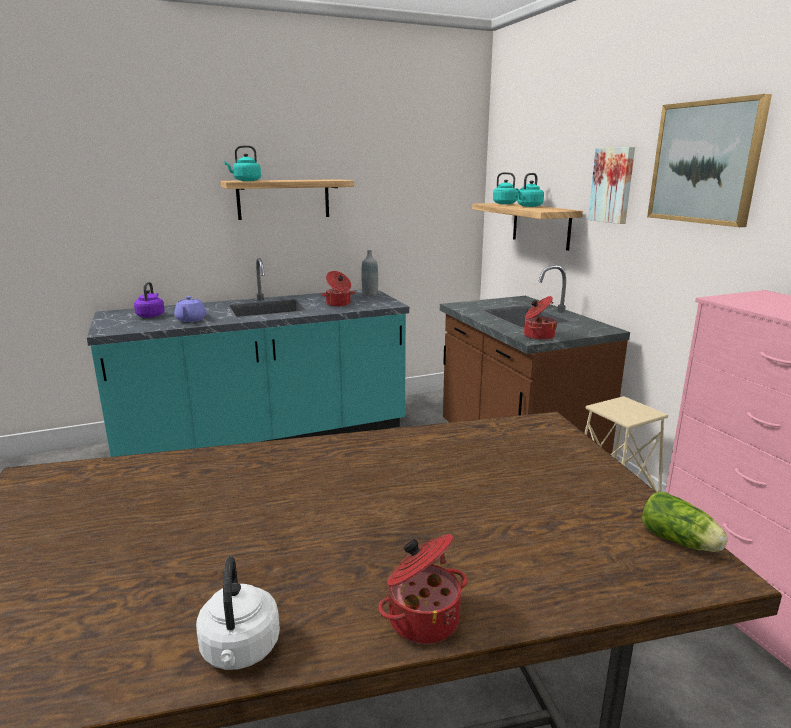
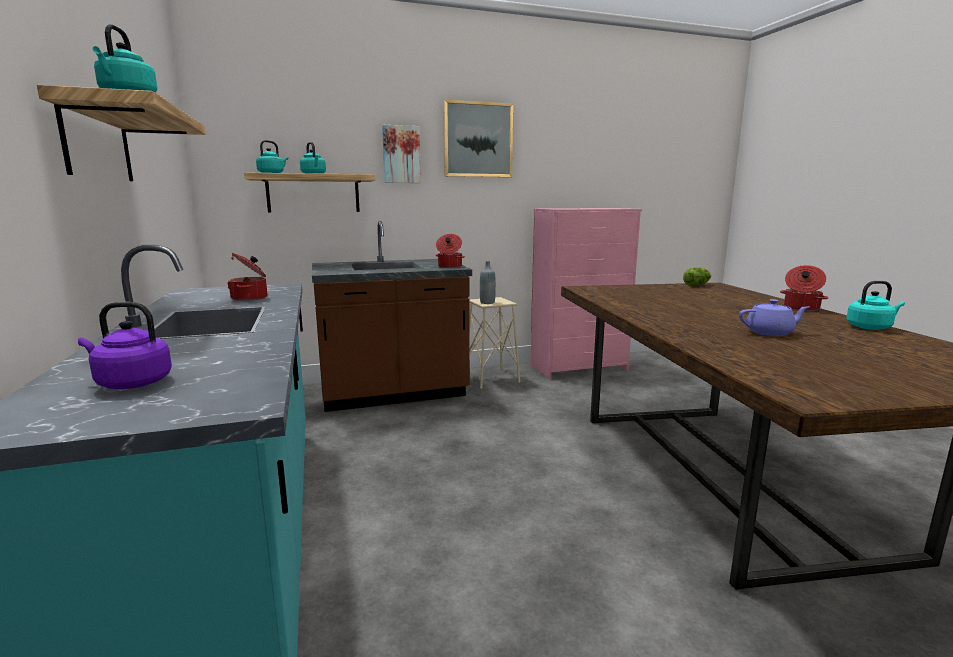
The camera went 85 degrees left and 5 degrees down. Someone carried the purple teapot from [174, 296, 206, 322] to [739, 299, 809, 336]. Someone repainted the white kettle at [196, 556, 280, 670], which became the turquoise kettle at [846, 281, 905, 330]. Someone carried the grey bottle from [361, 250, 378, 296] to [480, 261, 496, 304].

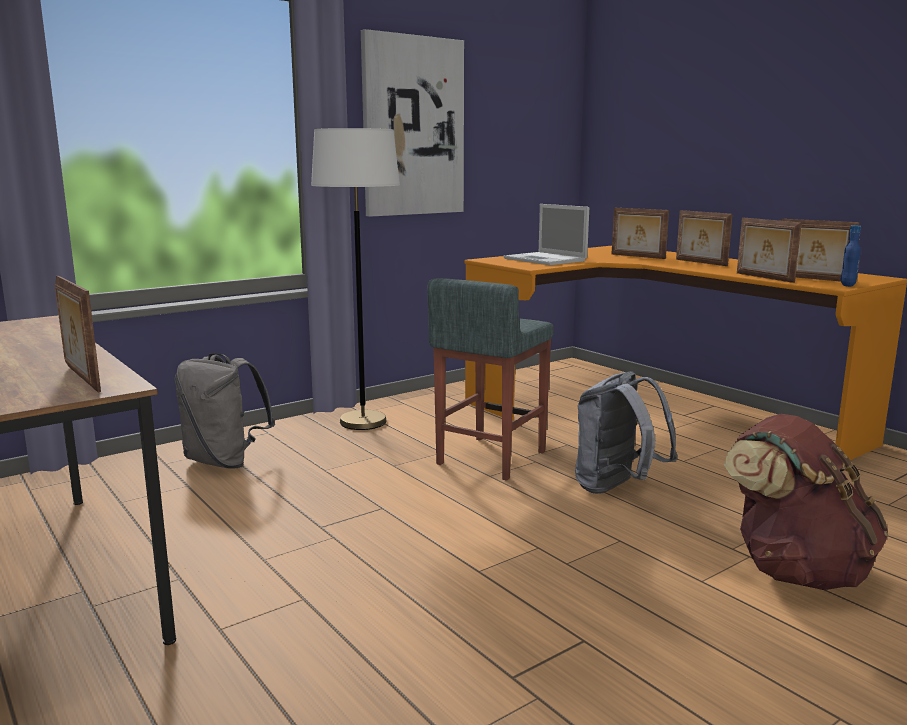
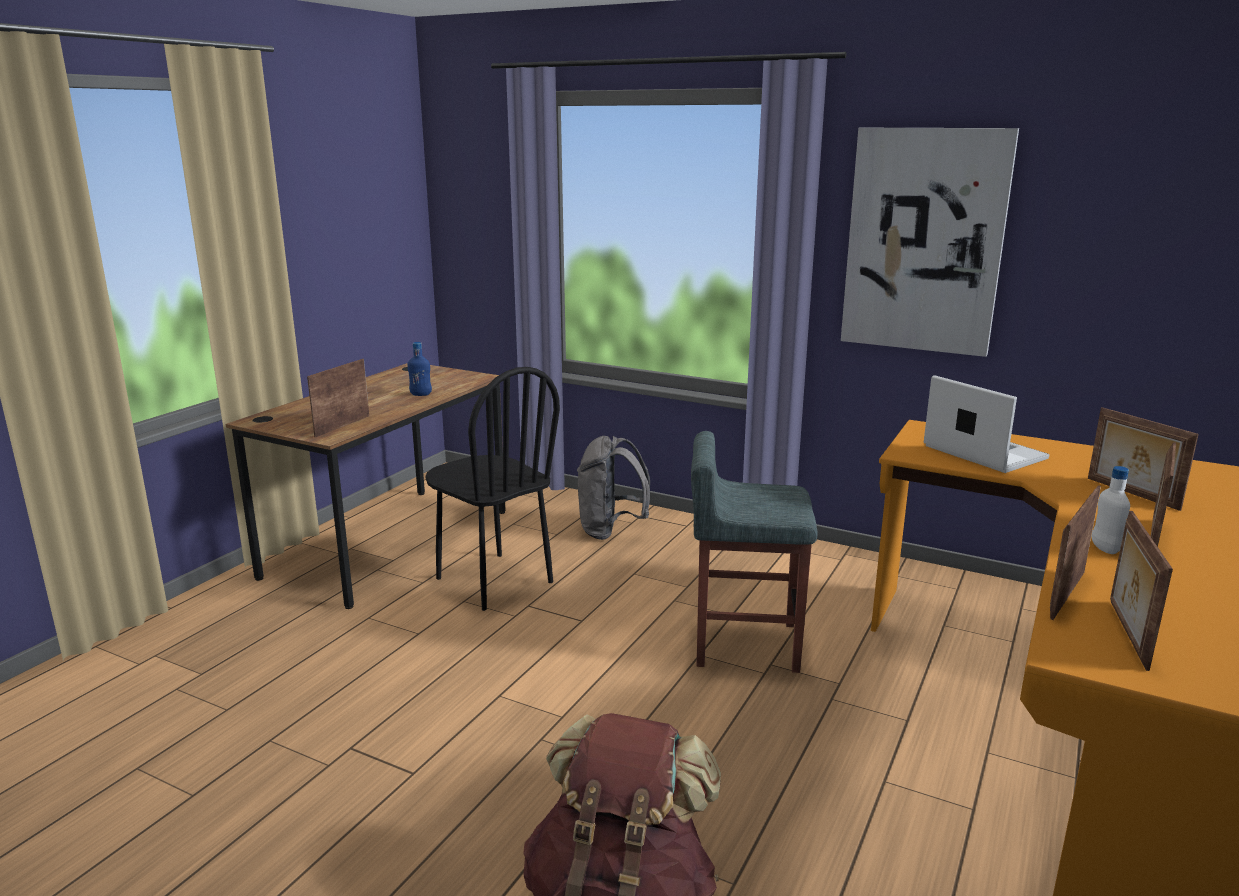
The camera went 65 degrees right and 5 degrees up. Someone took away the white floor lamp at [311, 128, 400, 430]. Someone rotated the laptop at [504, 204, 589, 265] by 120 degrees clockwise. Someone took away the grey backpack at [575, 371, 678, 494]. Someone rotated the picture frame at [611, 208, 669, 259] by 45 degrees counterclockwise. Someone carried the blue bottle from [841, 225, 861, 287] to [407, 342, 432, 396]. Someone put down the black chair at [425, 367, 560, 611]. Someone put down the white bottle at [1092, 466, 1130, 554].

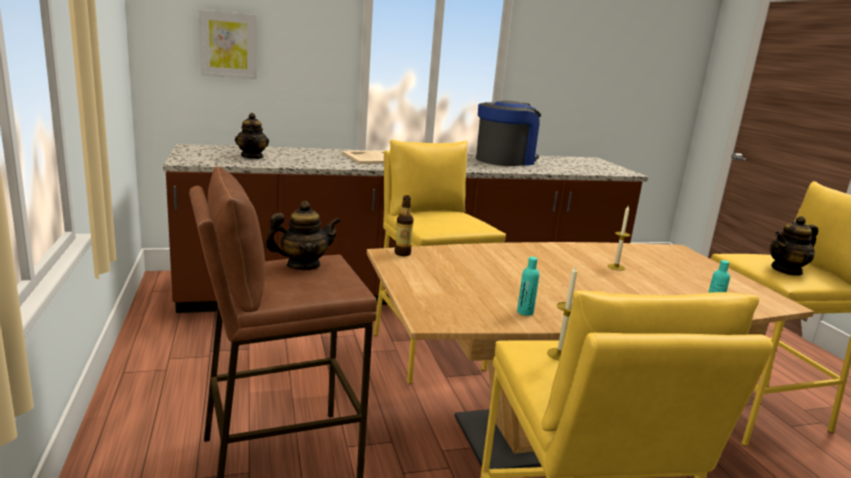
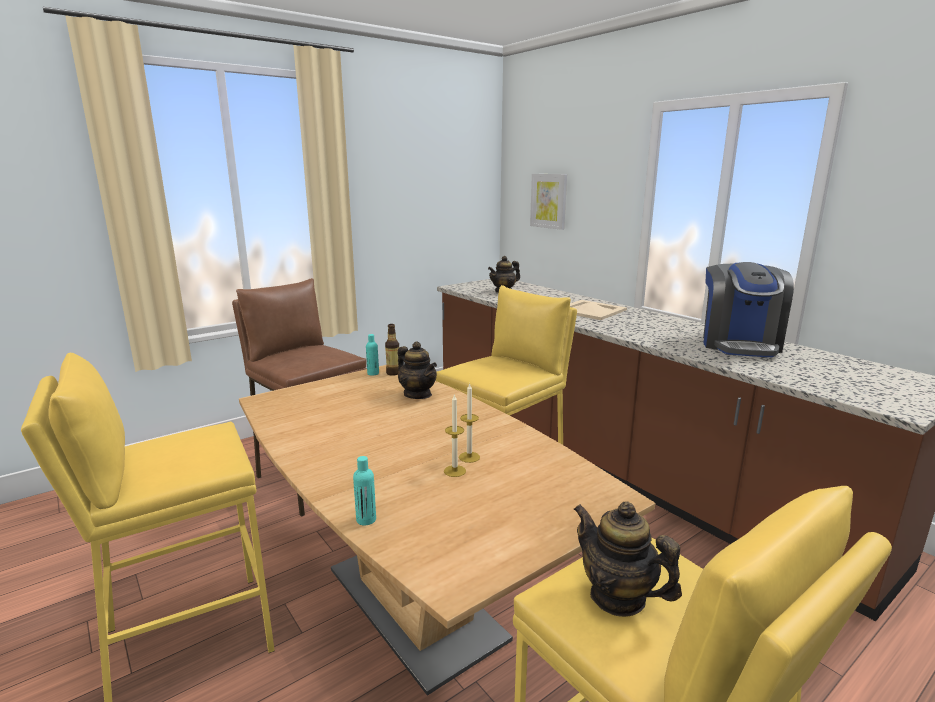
The camera went 70 degrees right and 0 degrees up. Someone carried the teapot from [265, 201, 341, 270] to [397, 342, 437, 399]. Someone rotated the coffee machine at [476, 100, 541, 166] by 75 degrees clockwise. Someone carried the turquoise bottle from [517, 257, 539, 316] to [366, 334, 379, 376]. Someone carried the candle from [547, 266, 577, 360] to [444, 395, 466, 477].

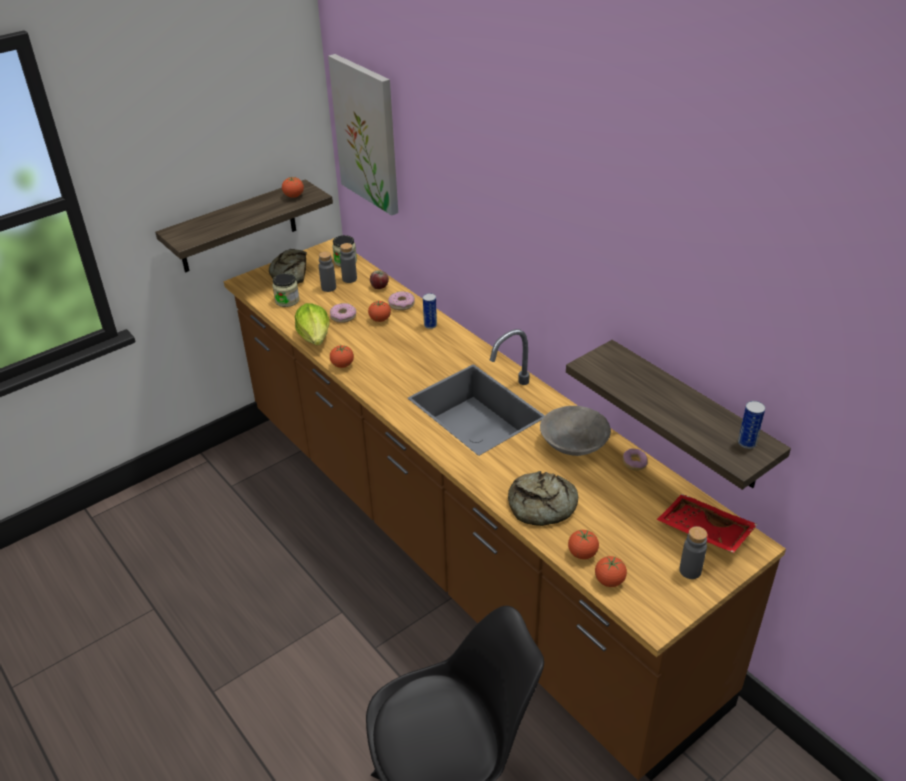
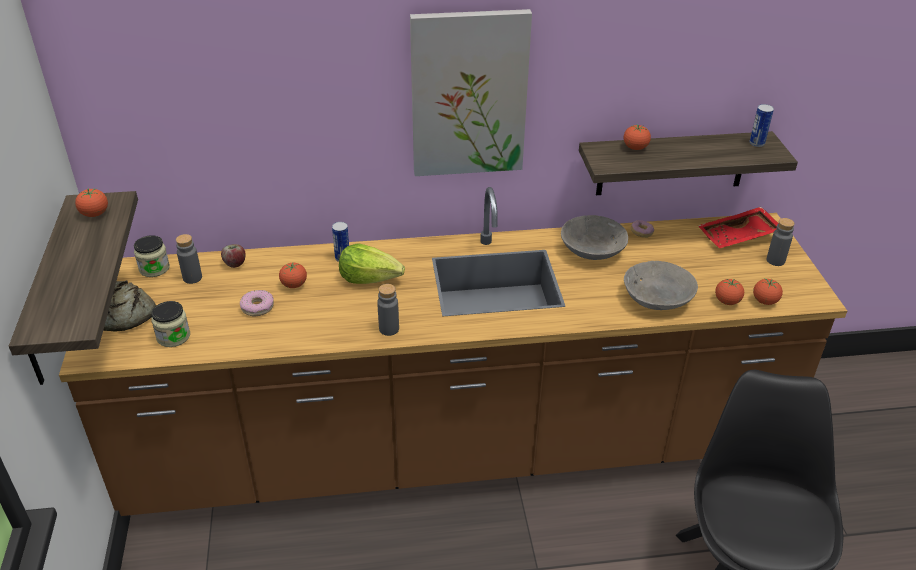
The camera went 60 degrees left and 0 degrees up. Someone carried the lettuce from [295, 303, 329, 346] to [339, 243, 405, 284]. Someone carried the grey bottle from [319, 252, 336, 292] to [377, 284, 399, 336]. Someone carried the picture from [328, 54, 398, 215] to [410, 9, 532, 176]. Someone carried the tomato from [330, 345, 354, 368] to [624, 124, 651, 150]. Someone took away the donut at [388, 291, 415, 311]. Someone swapped the bread at [508, 471, 578, 526] for the grey bowl at [624, 261, 698, 310].

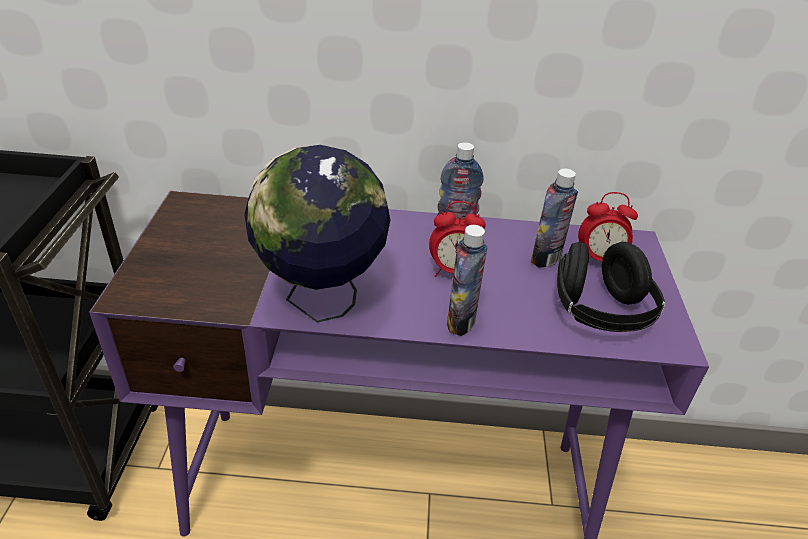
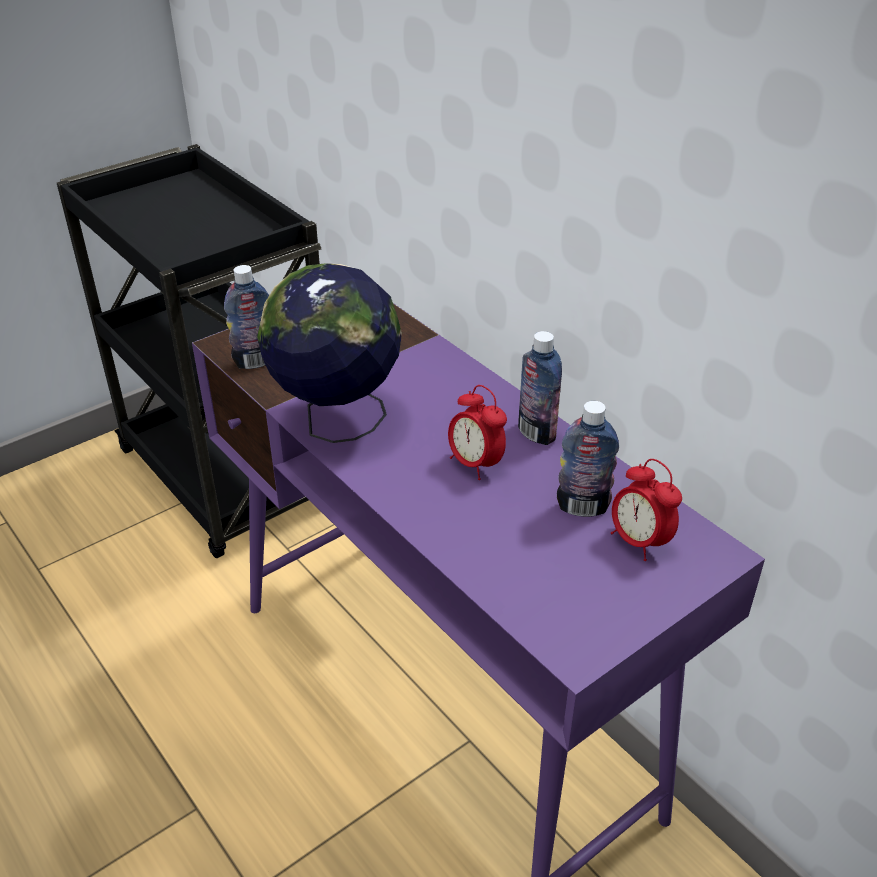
The camera went 50 degrees right and 0 degrees up. Someone carried the bottle from [447, 225, 487, 336] to [224, 265, 269, 369]. Someone took away the black headphones at [557, 242, 666, 332].

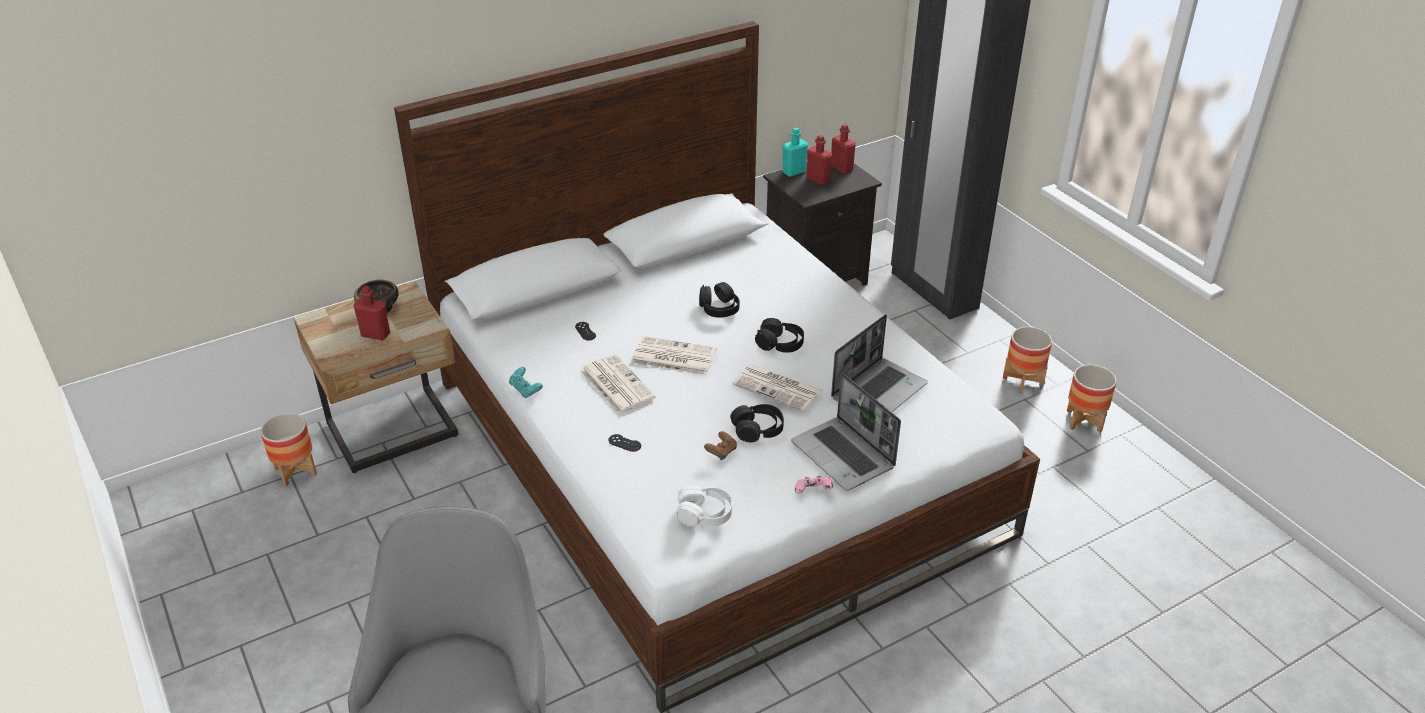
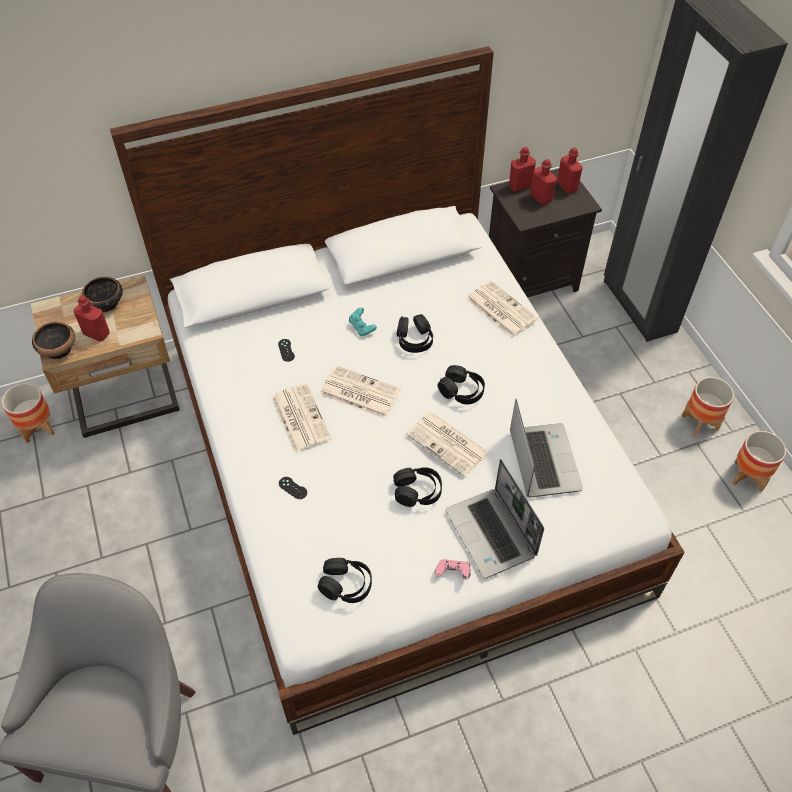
The camera went 10 degrees right and 15 degrees up. Someone carried the turquoise game controller from [509, 367, 543, 398] to [349, 308, 377, 336]. Someone repainted the white headphones at [677, 485, 732, 527], which became the black headphones at [318, 558, 372, 603]. Someone took away the brown game controller at [704, 431, 737, 460]. Someone repainted the turquoise bottle at [782, 128, 808, 177], which became the red bottle at [509, 147, 536, 191]. Someone rotated the laptop at [831, 314, 928, 412] by 60 degrees counterclockwise. Someone put down the bowl at [32, 322, 75, 360]. Someone put down the newspaper at [466, 280, 538, 337].

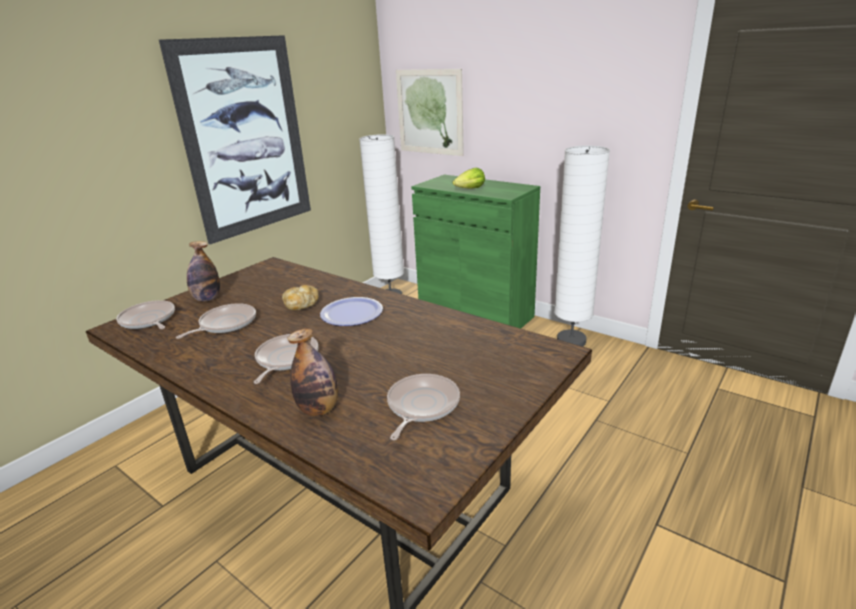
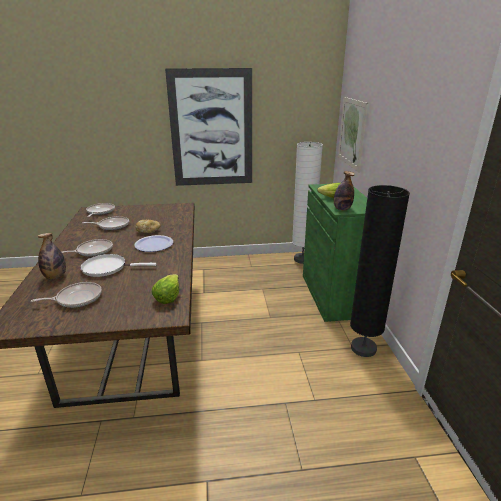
The camera went 45 degrees right and 0 degrees up. Someone carried the bottle from [187, 241, 220, 302] to [334, 171, 355, 210]. Someone repainted the white floor lamp at [554, 146, 610, 347], which became the black floor lamp at [350, 185, 410, 357]. Someone put down the white frying pan at [80, 254, 156, 277]. Someone put down the lettuce at [152, 274, 179, 304].

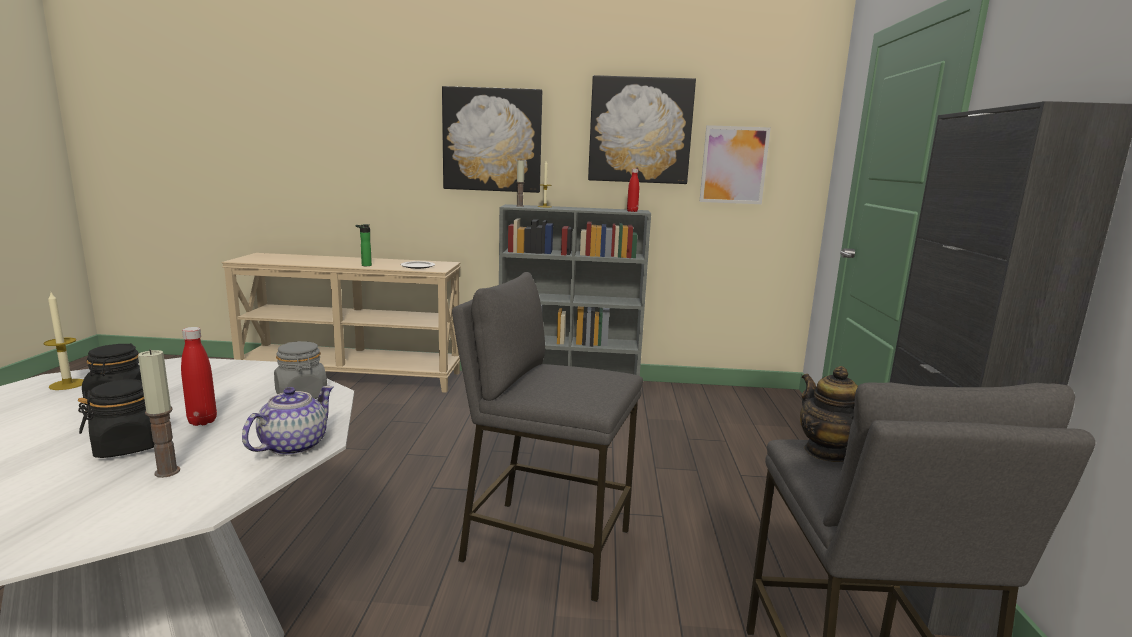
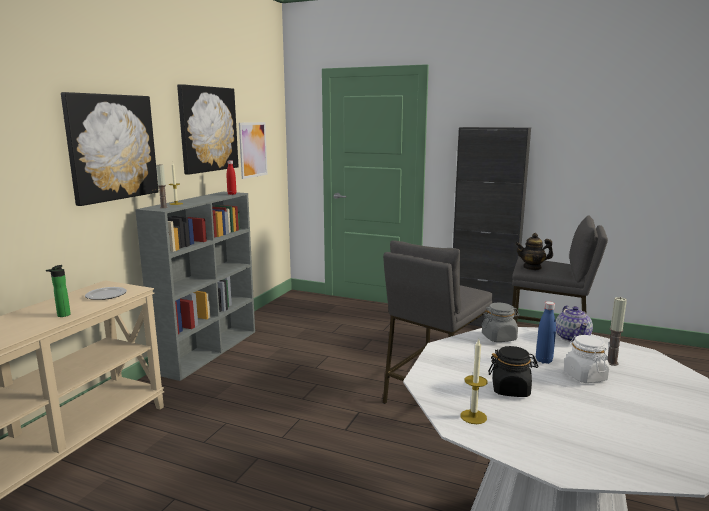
The camera went 70 degrees left and 0 degrees up. Someone repainted the black jar at [77, 379, 155, 458], which became the white jar at [564, 335, 610, 383]. Someone repainted the red bottle at [181, 327, 217, 426], which became the blue bottle at [536, 301, 556, 364]. Someone rotated the teapot at [242, 386, 333, 456] by 135 degrees counterclockwise.

